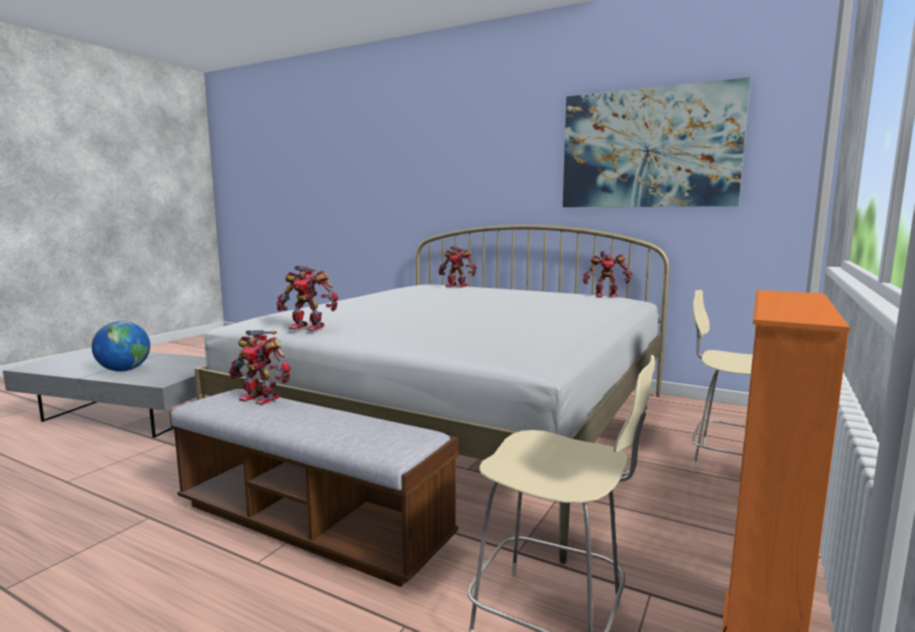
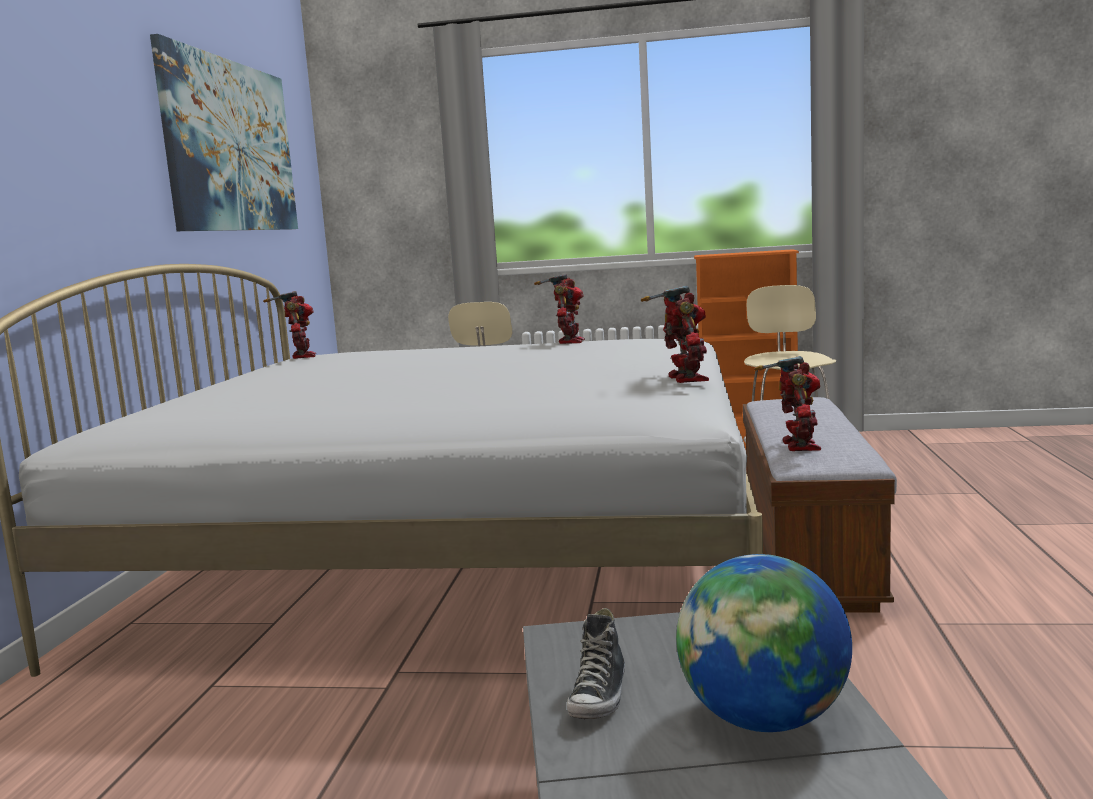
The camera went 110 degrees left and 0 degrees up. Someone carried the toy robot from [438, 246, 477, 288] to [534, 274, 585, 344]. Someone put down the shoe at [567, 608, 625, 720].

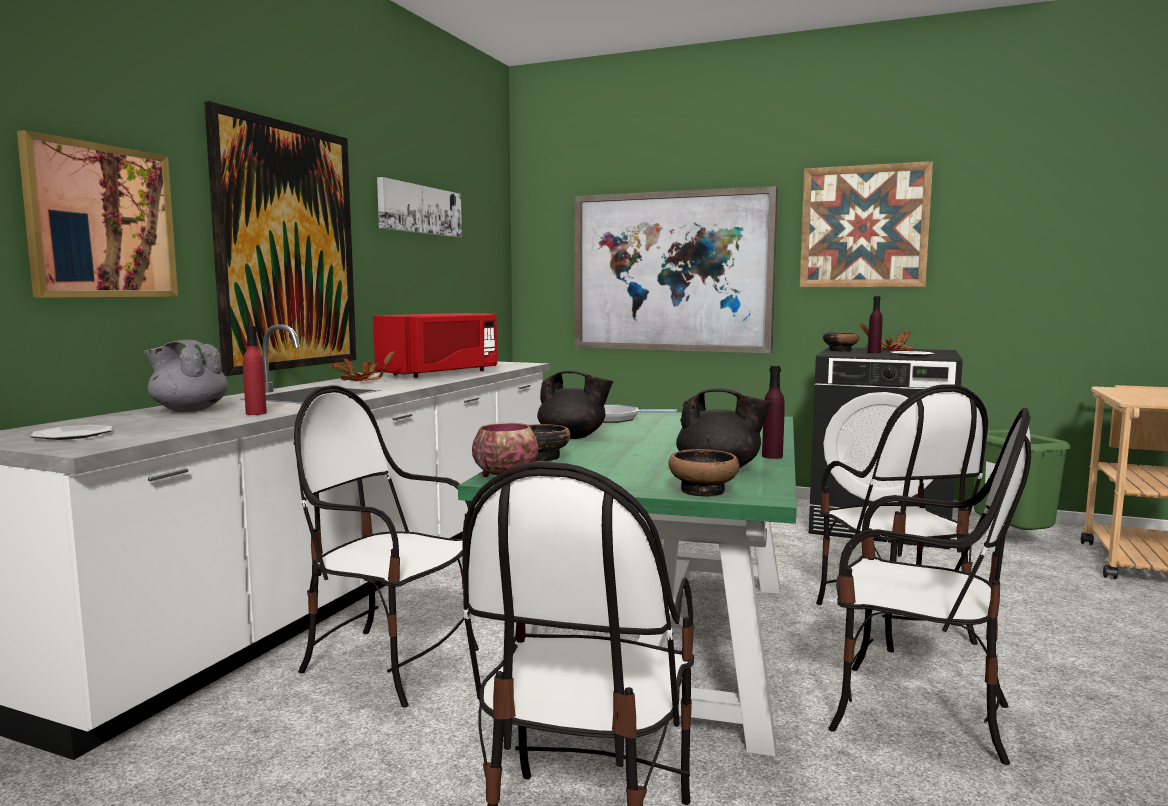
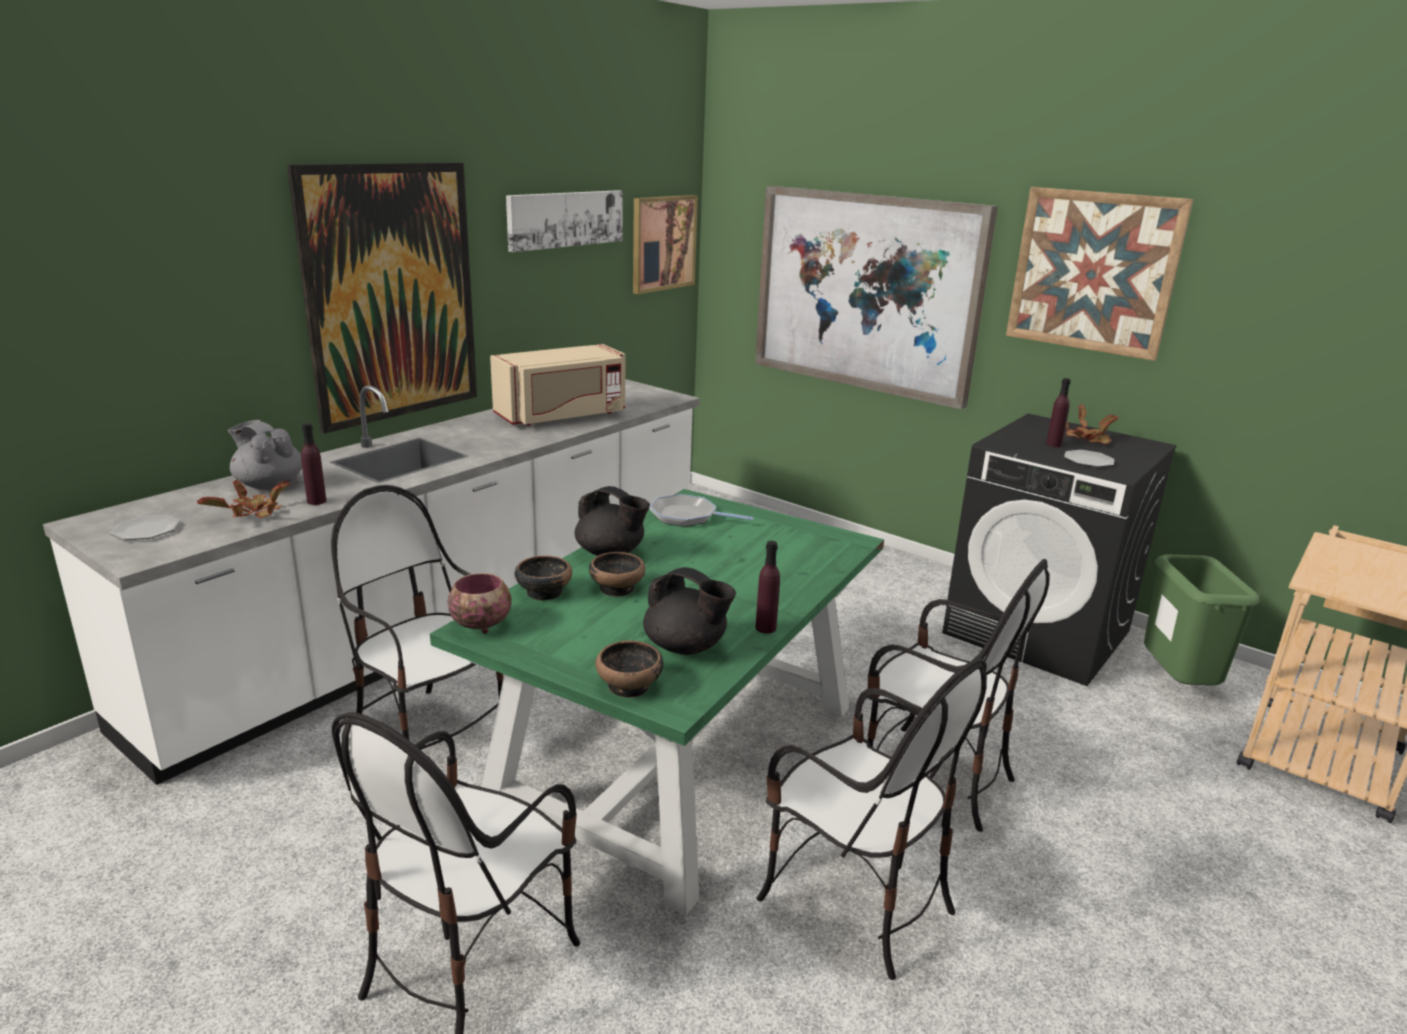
The camera went 15 degrees right and 15 degrees up. Someone carried the picture from [17, 130, 178, 298] to [633, 195, 698, 294]. Someone repainted the red bottle at [243, 326, 267, 415], which became the purple bottle at [301, 423, 327, 505]. Someone carried the potted plant from [330, 351, 396, 381] to [197, 480, 290, 518]. Someone repainted the red microwave at [373, 313, 497, 378], which became the beige microwave at [490, 344, 626, 426]. Someone rotated the chair at [816, 384, 988, 652] by 60 degrees counterclockwise. Someone carried the bowl from [823, 332, 859, 352] to [589, 552, 646, 597].

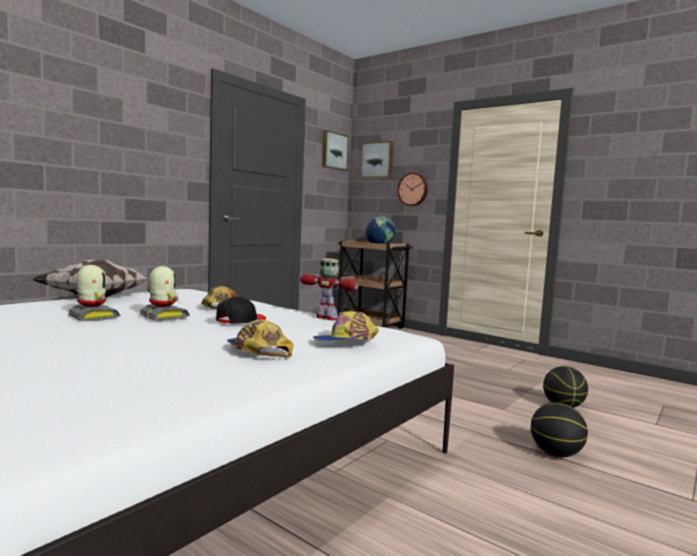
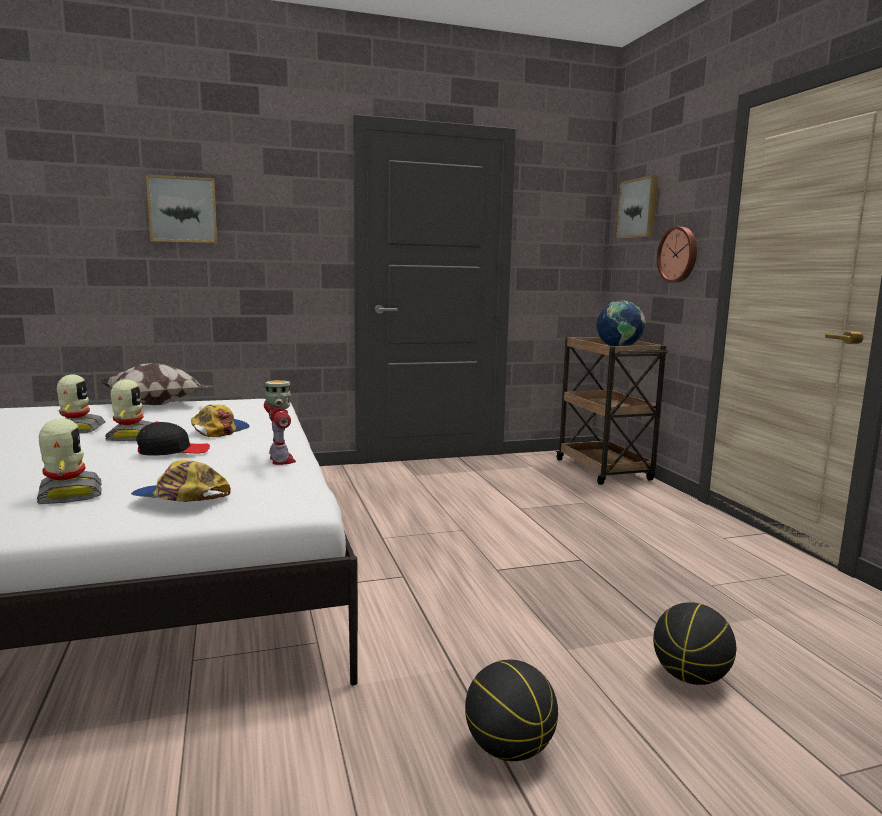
The camera went 35 degrees right and 5 degrees up. Someone swapped the cap at [227, 320, 293, 357] for the toy robot at [37, 418, 102, 504]. Someone carried the picture from [322, 130, 349, 171] to [146, 174, 217, 243].

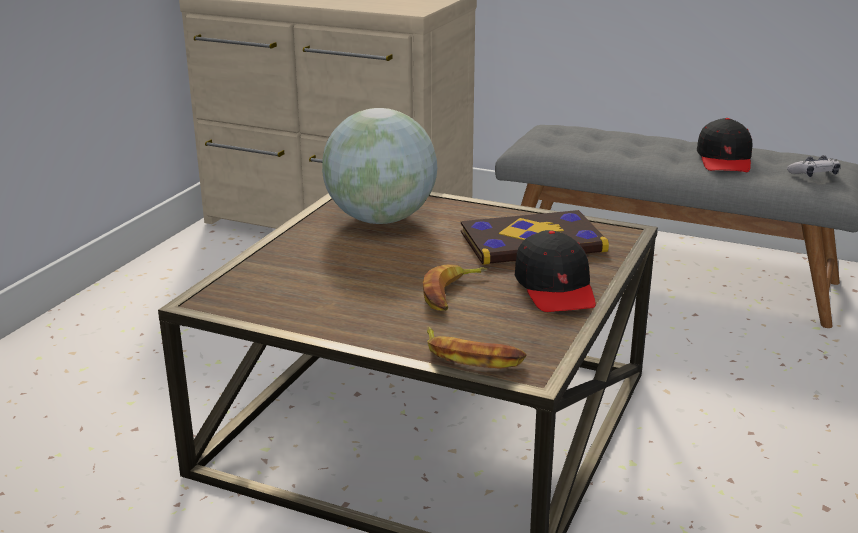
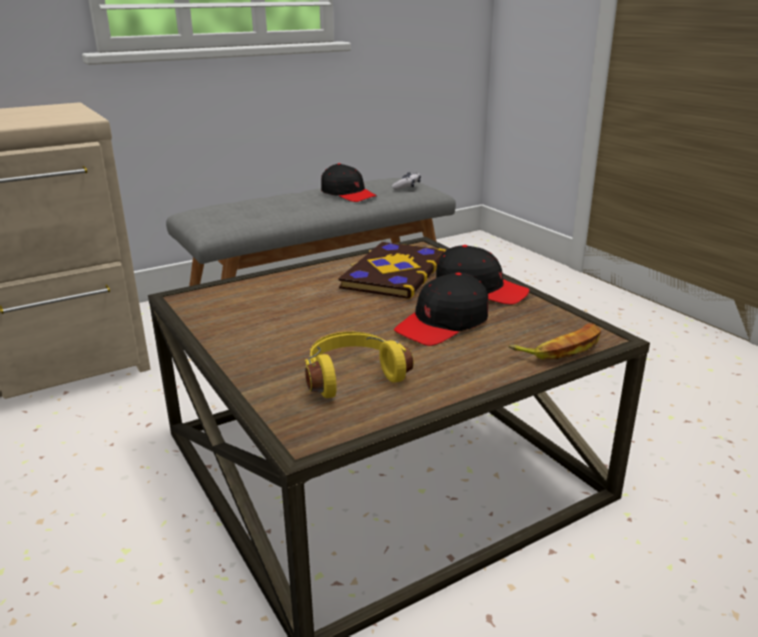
The camera went 55 degrees left and 0 degrees up. Someone took away the globe at [322, 108, 437, 224]. Someone swapped the banana at [423, 264, 488, 311] for the black cap at [394, 273, 488, 346]. Someone put down the yellow headphones at [305, 332, 414, 398].

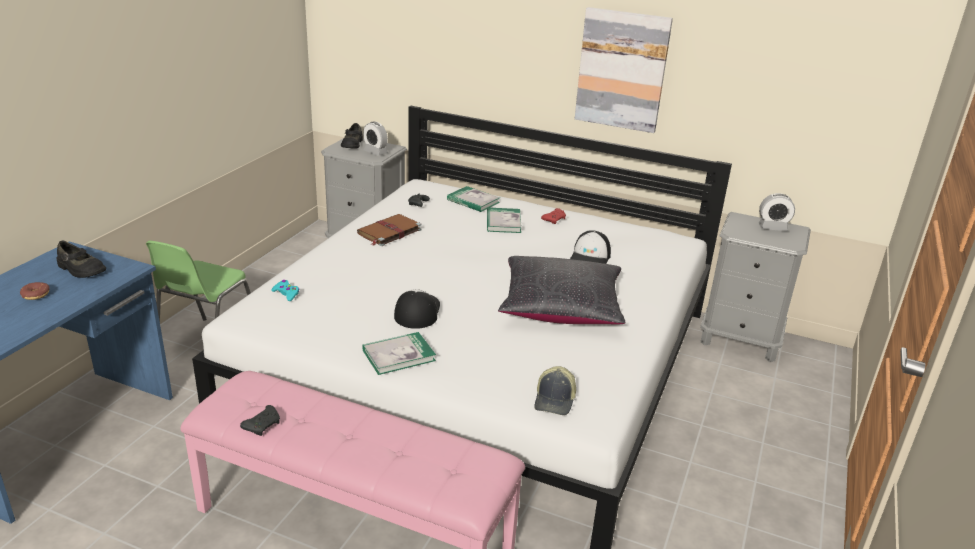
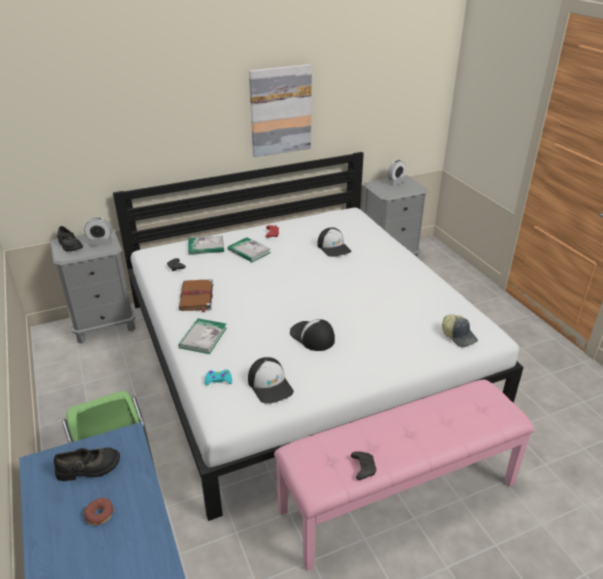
The camera went 45 degrees left and 5 degrees up. Someone carried the book from [362, 332, 436, 375] to [178, 318, 227, 354]. Someone took away the black pillow at [498, 256, 626, 324]. Someone put down the cap at [248, 357, 294, 404].

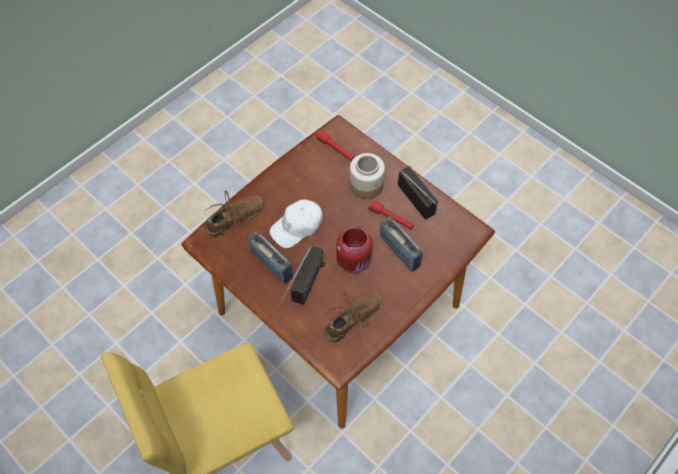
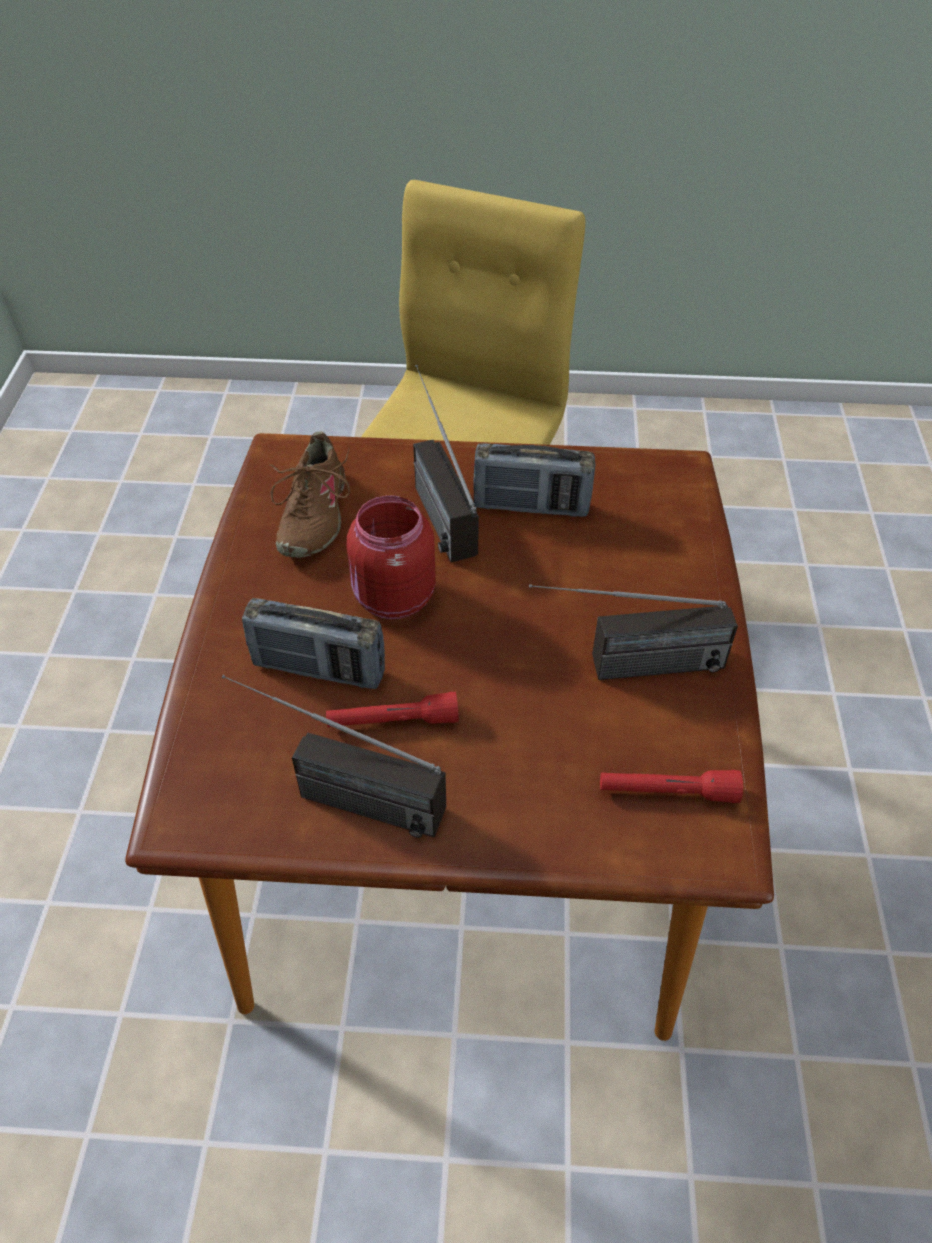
The camera went 140 degrees right and 10 degrees down. Someone took away the brown shoe at [204, 191, 263, 237]. Someone took away the white cap at [270, 200, 323, 248]. Someone took away the jar at [349, 153, 385, 199]. Someone put down the radio at [529, 584, 738, 680].

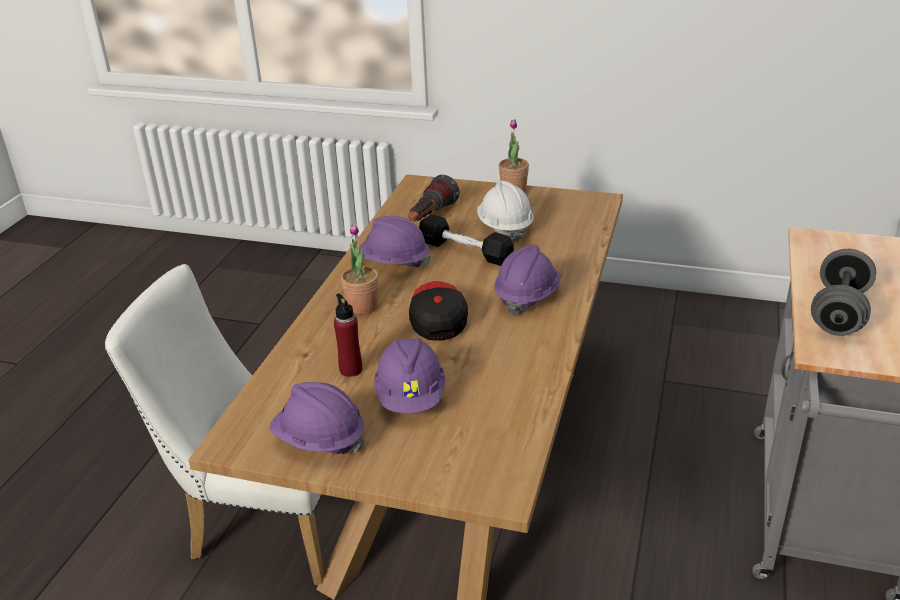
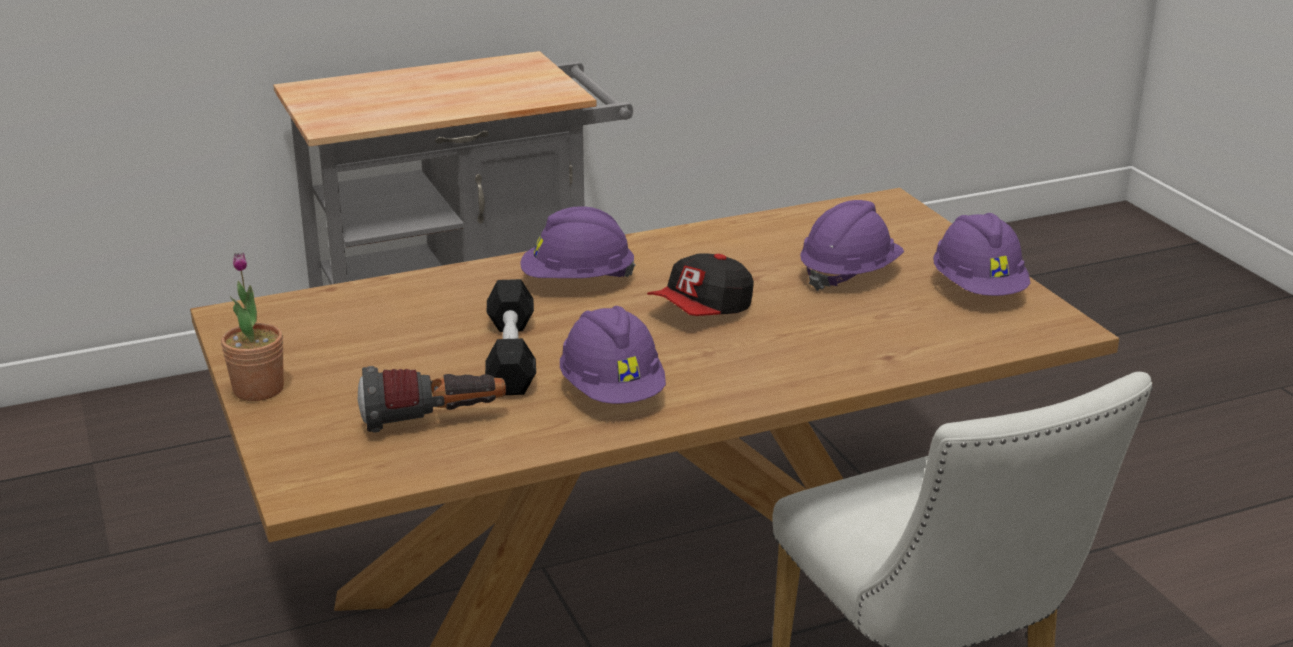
The camera went 130 degrees left and 5 degrees down. Someone took away the red bottle at [334, 293, 362, 377]. Someone took away the potted plant at [341, 223, 379, 315]. Someone took away the white hard hat at [477, 181, 534, 242]. Someone took away the grey dumbbell at [811, 249, 876, 336].

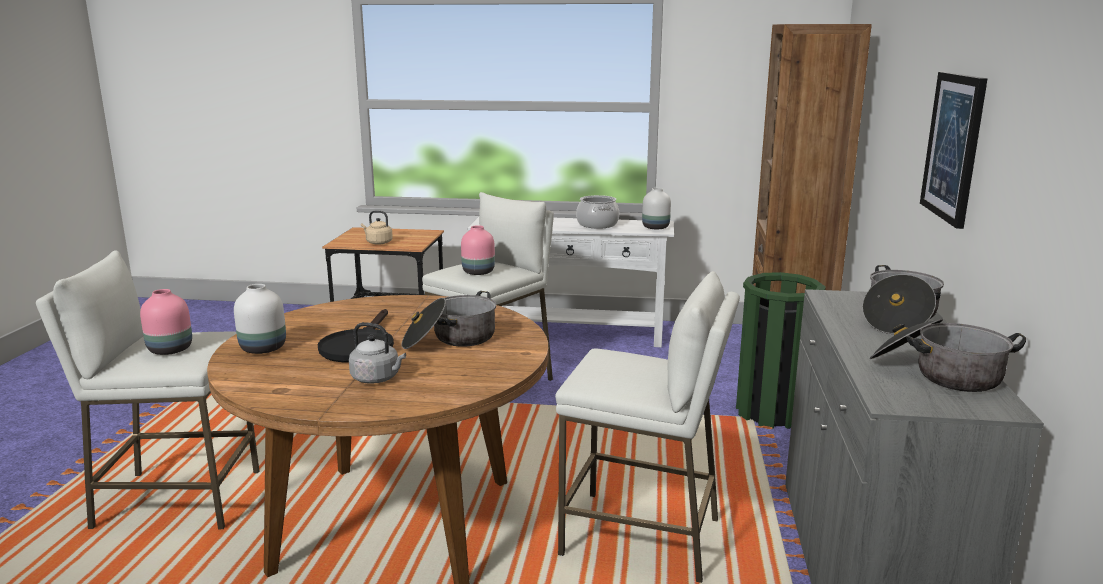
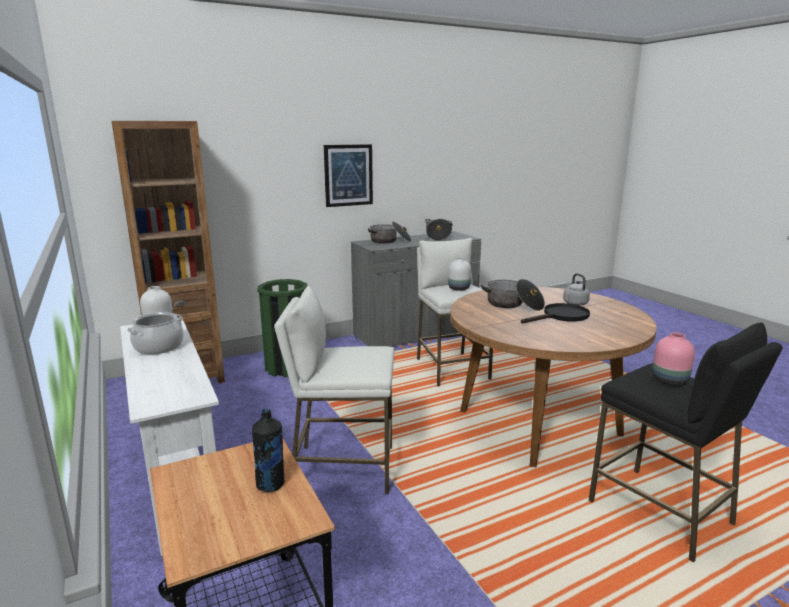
The camera went 125 degrees left and 0 degrees up. Someone repainted the white stool at [36, 250, 260, 529], which became the black stool at [589, 323, 783, 562]. Someone carried the white vase from [234, 284, 286, 354] to [448, 257, 471, 291]. Someone swapped the beige kettle at [361, 211, 393, 245] for the black bottle at [252, 409, 284, 492]. Someone took away the pink vase at [461, 225, 495, 275].

